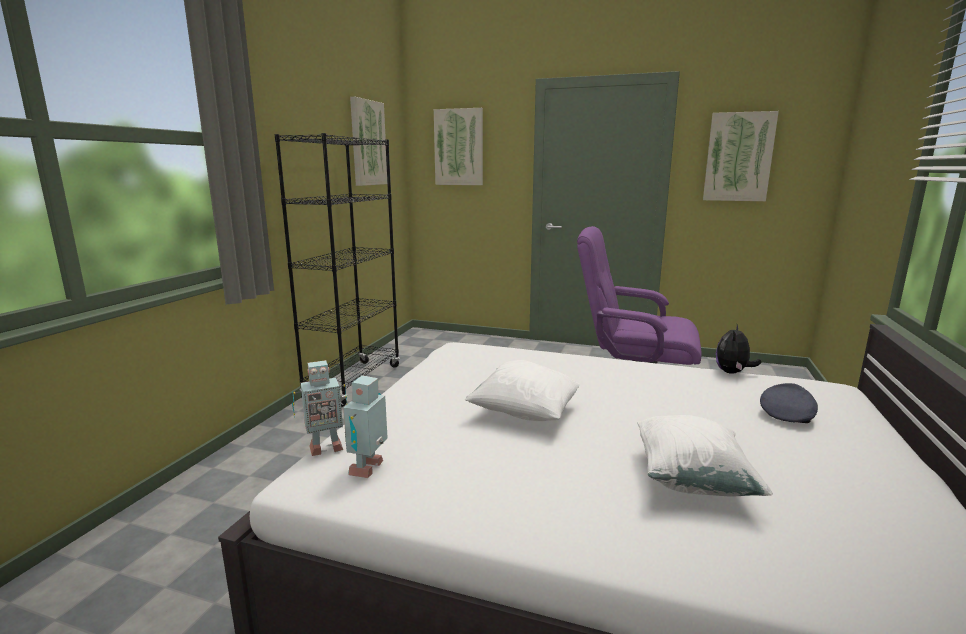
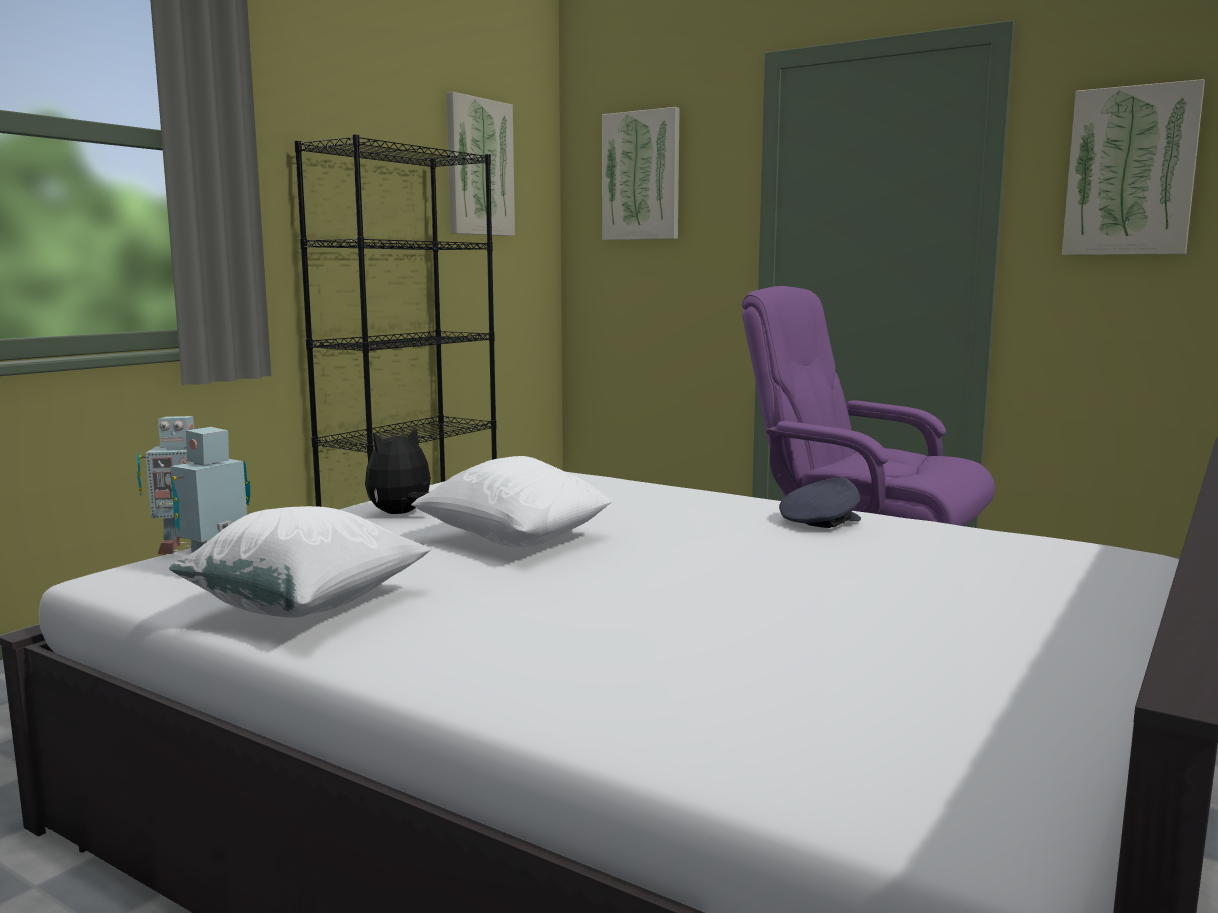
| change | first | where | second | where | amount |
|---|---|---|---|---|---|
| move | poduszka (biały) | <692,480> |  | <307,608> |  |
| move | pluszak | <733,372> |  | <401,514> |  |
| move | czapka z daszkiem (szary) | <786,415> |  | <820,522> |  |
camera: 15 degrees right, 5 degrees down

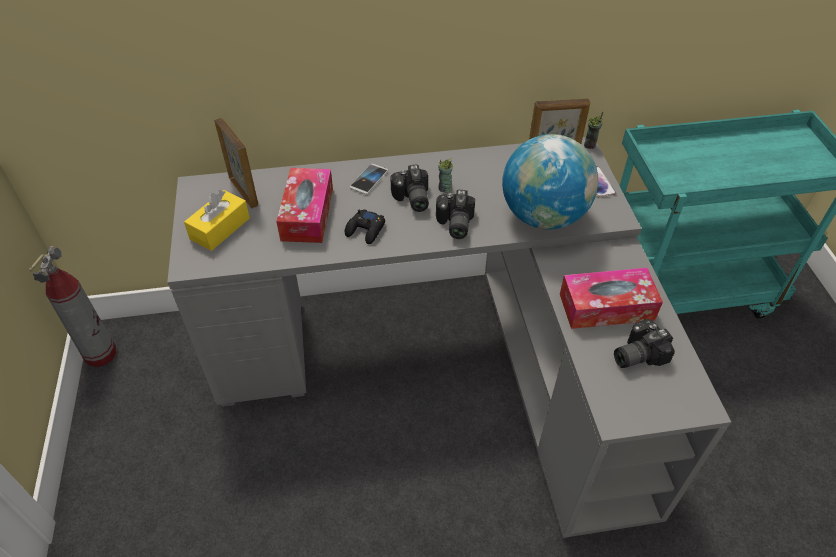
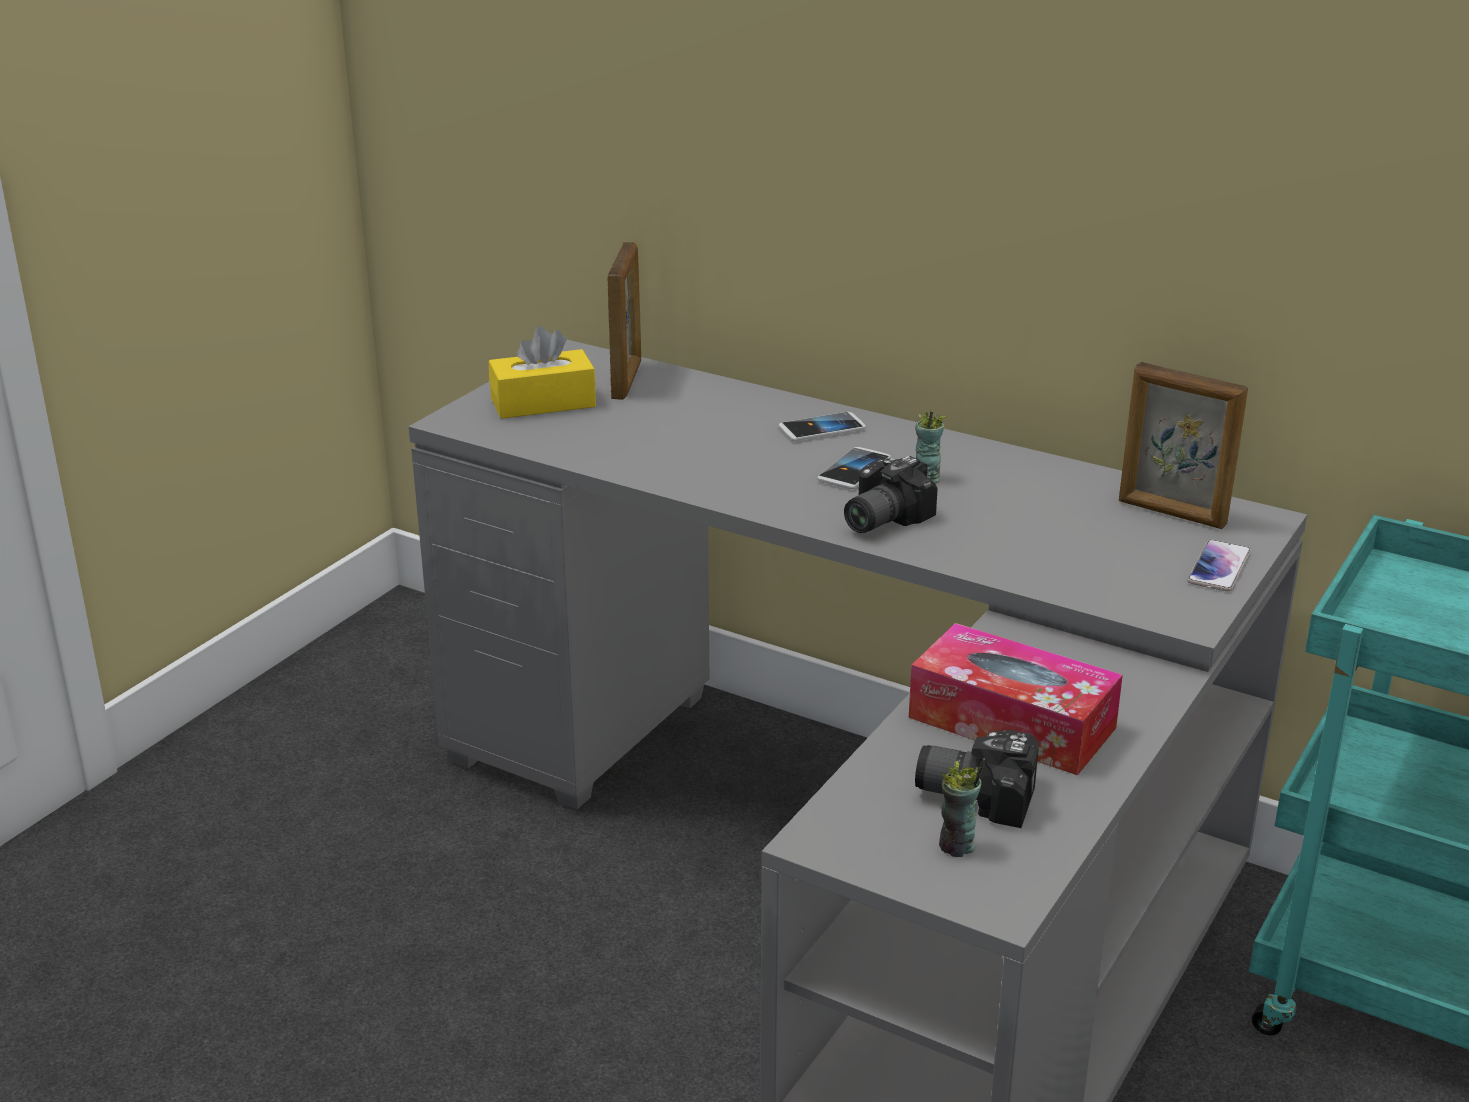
| change | first | where | second | where | amount |
|---|---|---|---|---|---|
| delete | gaśnica | <100,354> |  |  |  |
| delete | pudełko chusteczek | <307,214> |  |  |  |
| delete | pad do gier (czarny) | <365,230> |  |  |  |
| replace | aparat fotograficzny | <411,199> | telefon | <854,470> |  |
| delete | globus | <543,216> |  |  |  |
| move | filiżanka | <590,145> |  | <957,847> |  |
camera: 40 degrees right, 20 degrees down

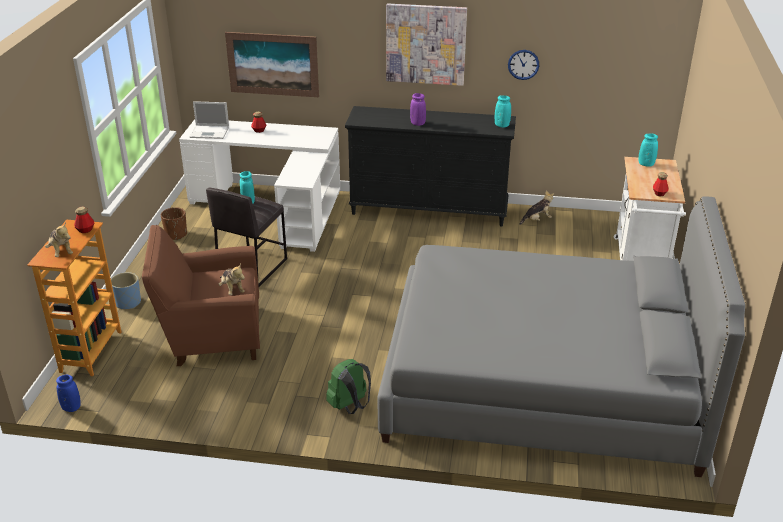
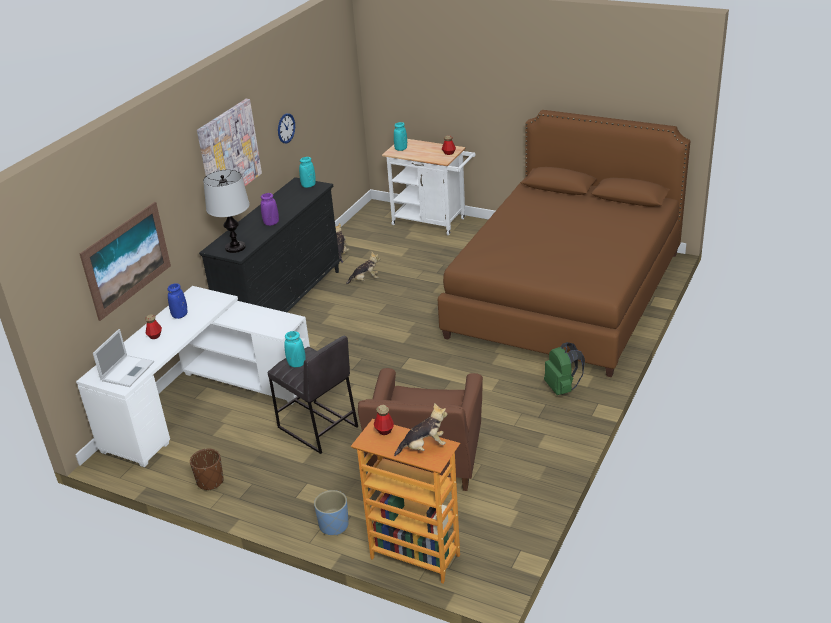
| change | first | where | second | where | amount |
|---|---|---|---|---|---|
| move | wazon (niebieski) | <71,408> |  | <180,315> |  |
| move | pluszak | <232,289> |  | <365,280> |  |
| recolor | łóżko (szary) | <541,384> | łóżko (brązowy) | <565,294> |  |
| insert |  |  | lampa stołowa | <235,247> |  |
camera: 70 degrees left, 0 degrees up

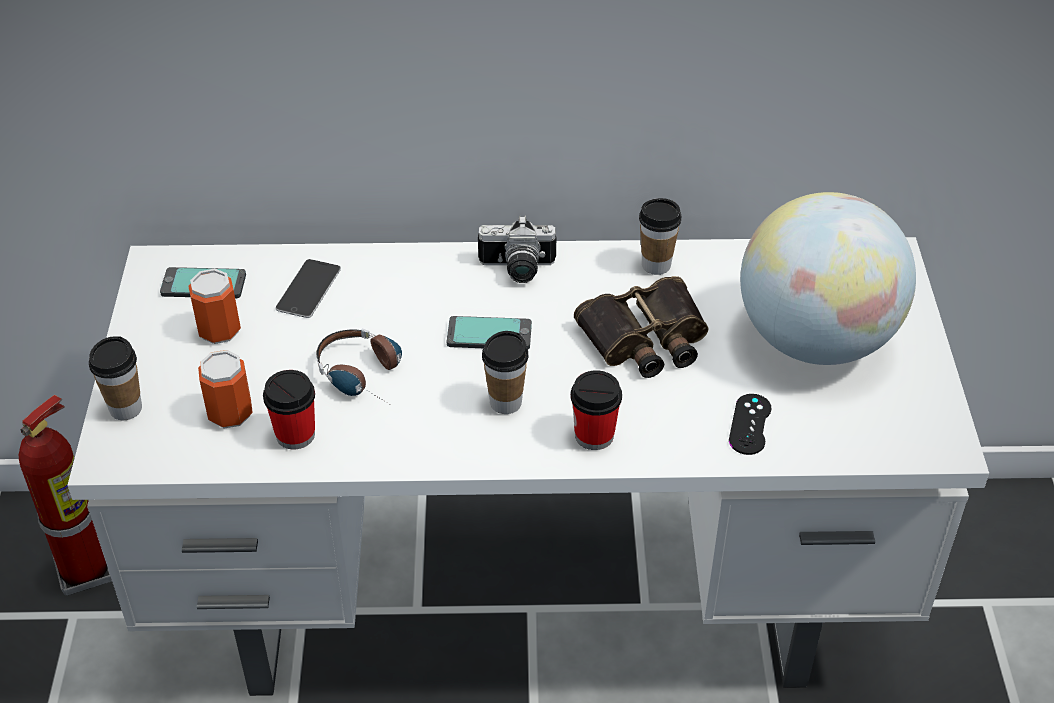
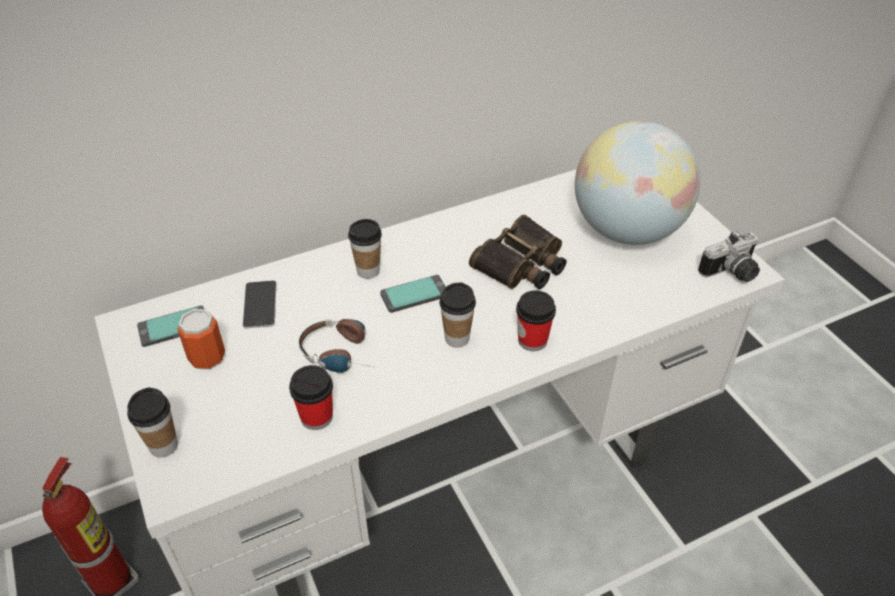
| change | first | where | second | where | amount |
|---|---|---|---|---|---|
| delete | puszka | <230,413> |  |  |  |
| move | aparat fotograficzny | <517,270> |  | <731,273> |  |
| move | filiżanka | <656,265> |  | <368,271> |  |
| delete | pad do gier (czarny) | <750,424> |  |  |  |
camera: 25 degrees left, 0 degrees up

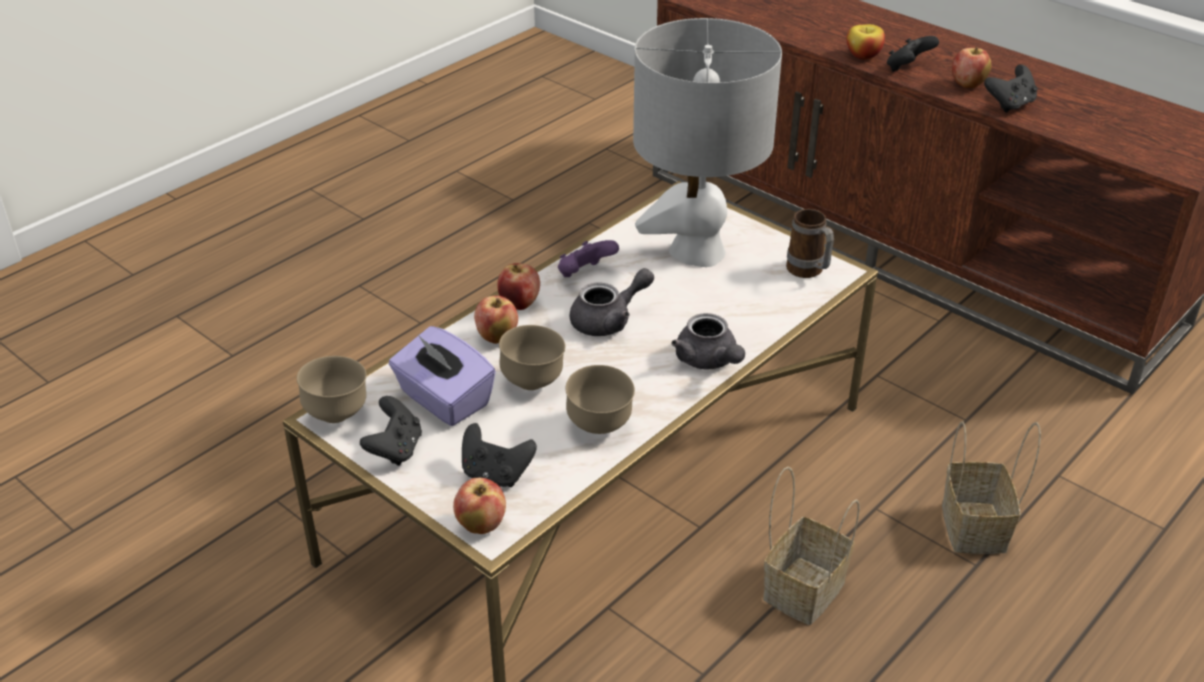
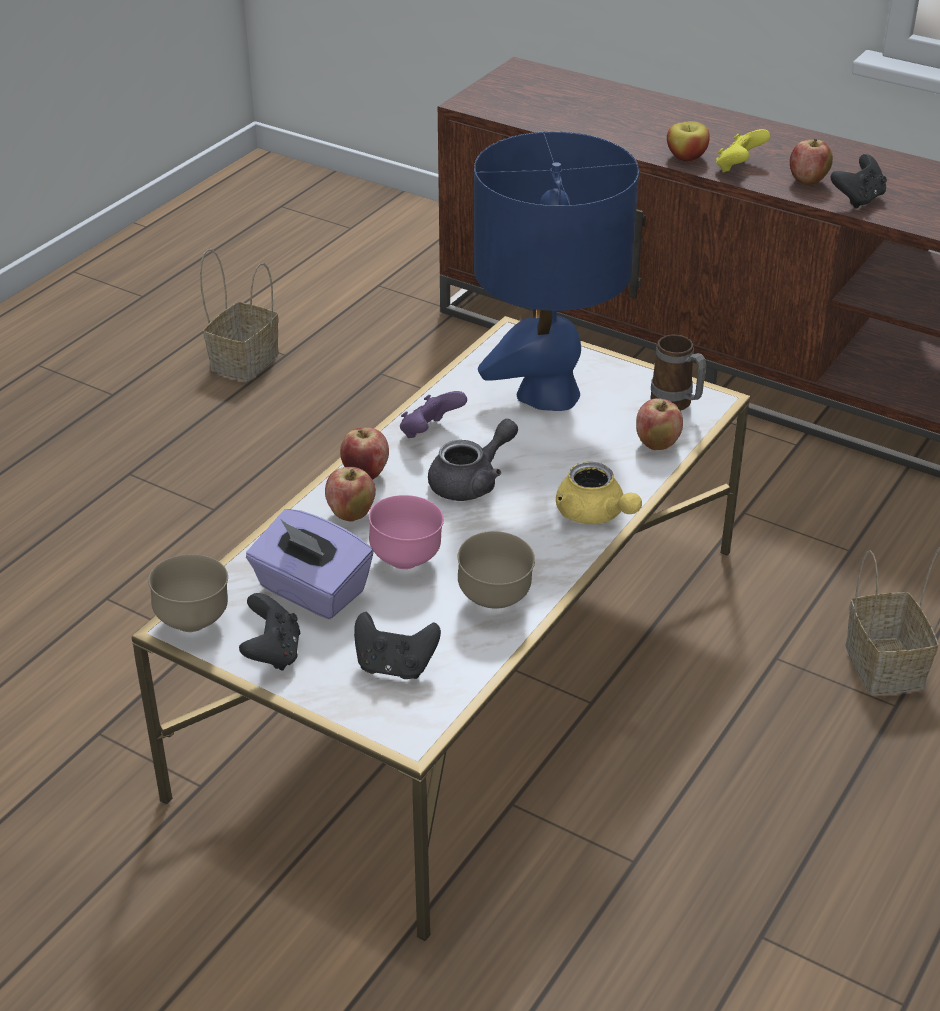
| change | first | where | second | where | amount |
|---|---|---|---|---|---|
| move | jabłko | <481,525> |  | <656,444> |  |
| recolor | miska (brązowy) | <533,382> | miska (różowy) | <407,560> |  |
| recolor | lampa stołowa (szary) | <697,252> | lampa stołowa (niebieski) | <548,394> |  |
| recolor | imbryk (szary) | <709,361> | imbryk (żółty) | <595,515> |  |
| move | koszyk | <804,588> |  | <245,360> |  |
| recolor | pad do gier (czarny) | <907,69> | pad do gier (żółty) | <738,168> |  |
camera: 10 degrees left, 0 degrees up

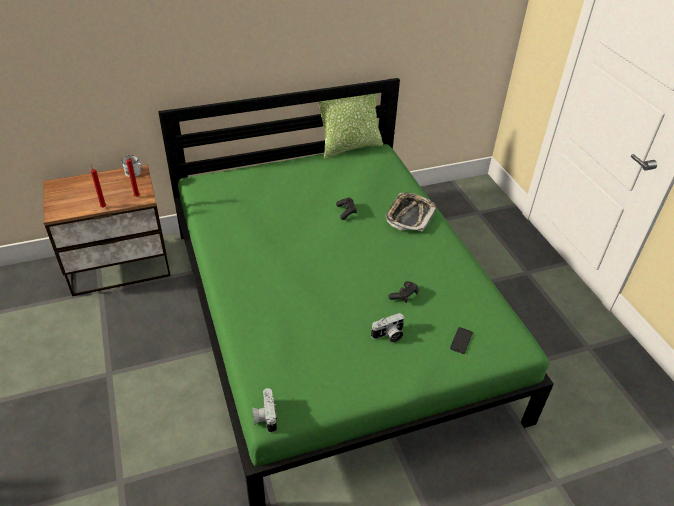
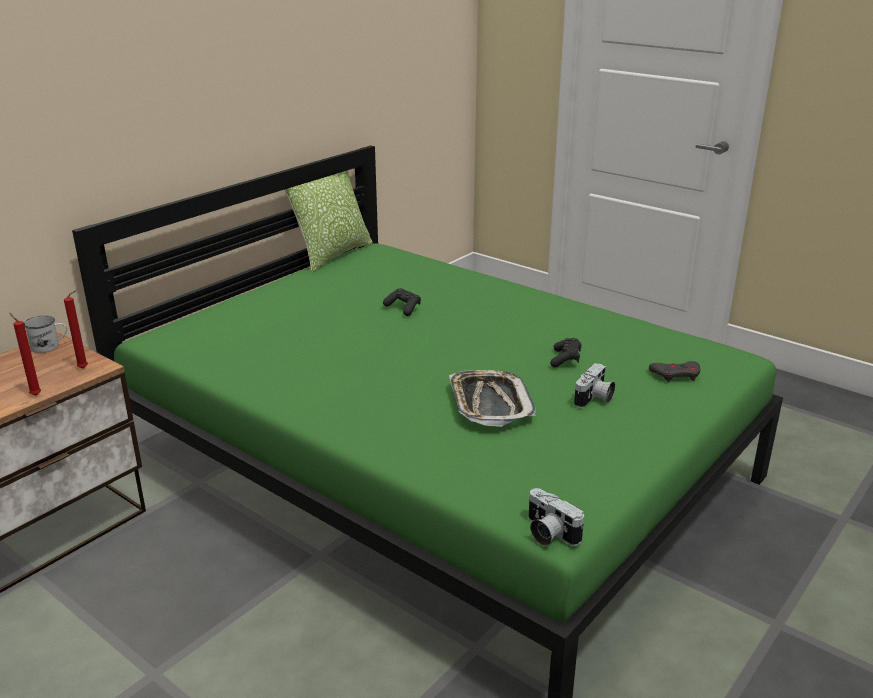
| change | first | where | second | where | amount |
|---|---|---|---|---|---|
| move | taca | <410,215> |  | <489,403> |  |
| replace | telefon | <461,340> | pad do gier (szary) | <676,375> |  |
camera: 30 degrees left, 15 degrees down

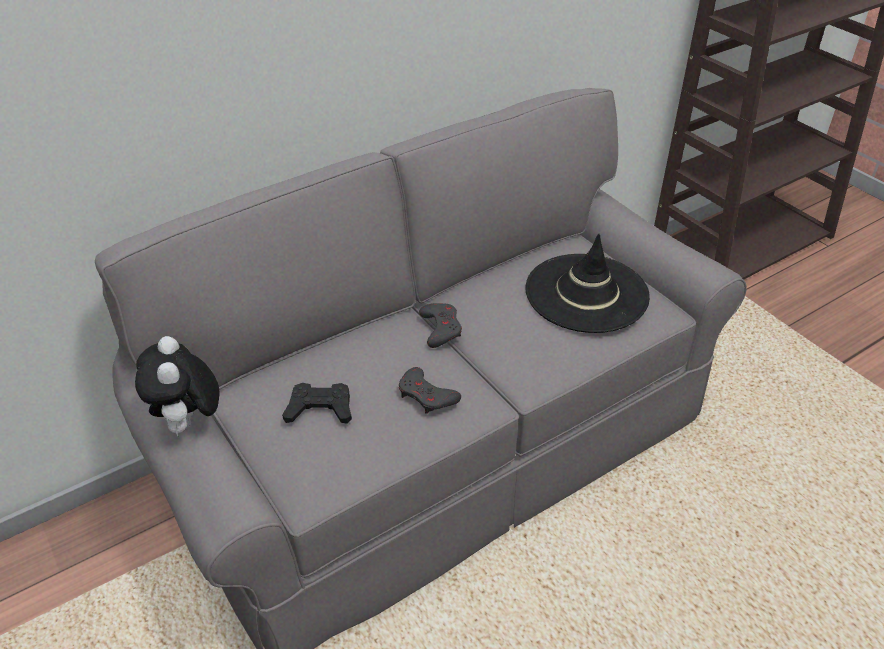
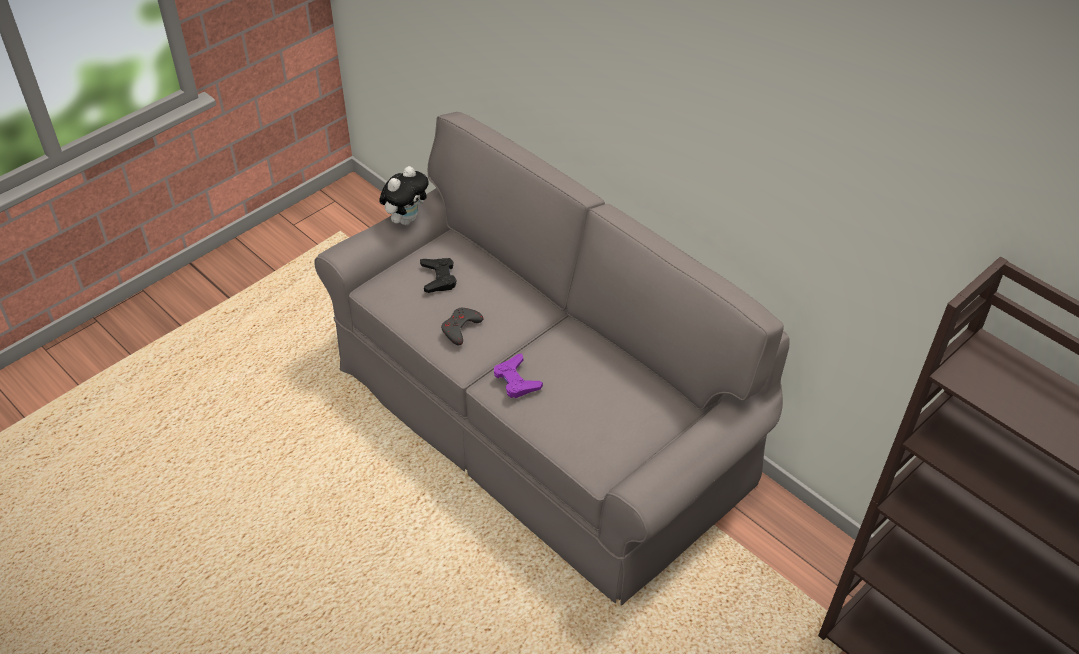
| change | first | where | second | where | amount |
|---|---|---|---|---|---|
| rotate | pluszak | <188,424> |  | <406,219> | 150 degrees clockwise |
| delete | pad do gier (szary) | <440,328> |  |  |  |
| delete | kapelusz (czarny) | <586,293> |  |  |  |
| insert |  |  | pad do gier (fioletowy) | <516,380> |  |
camera: 80 degrees right, 5 degrees up

